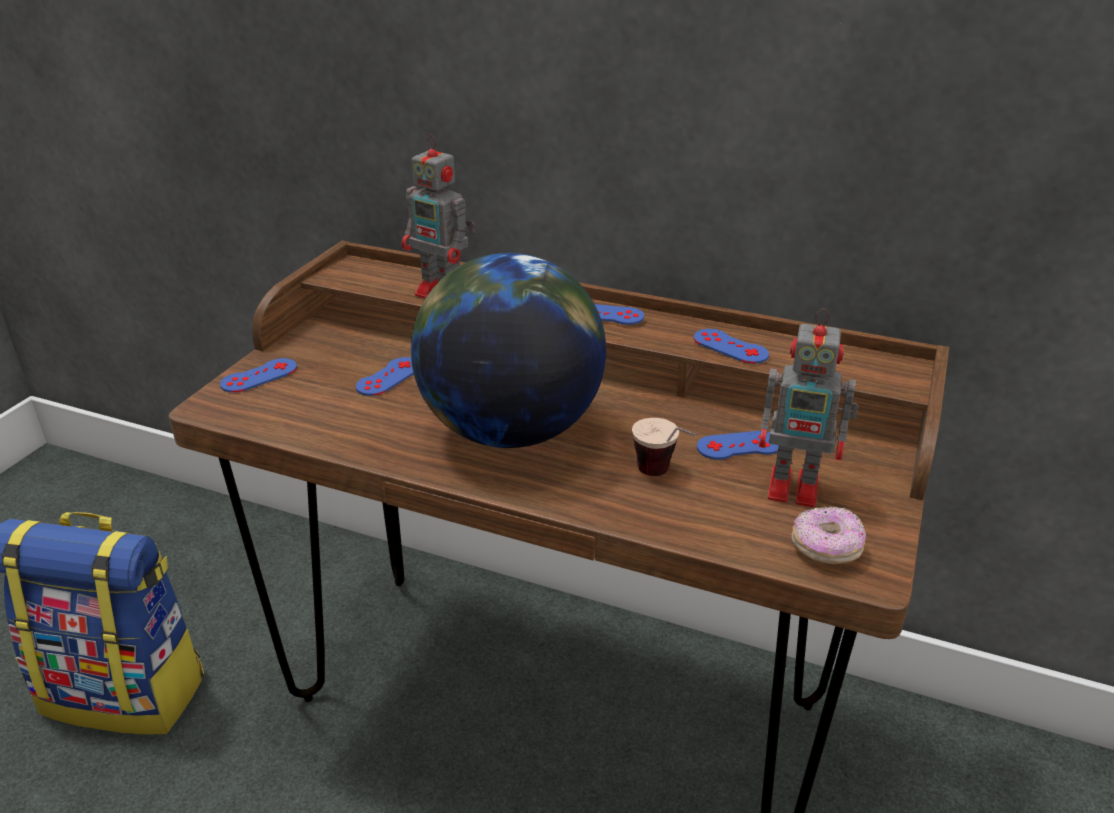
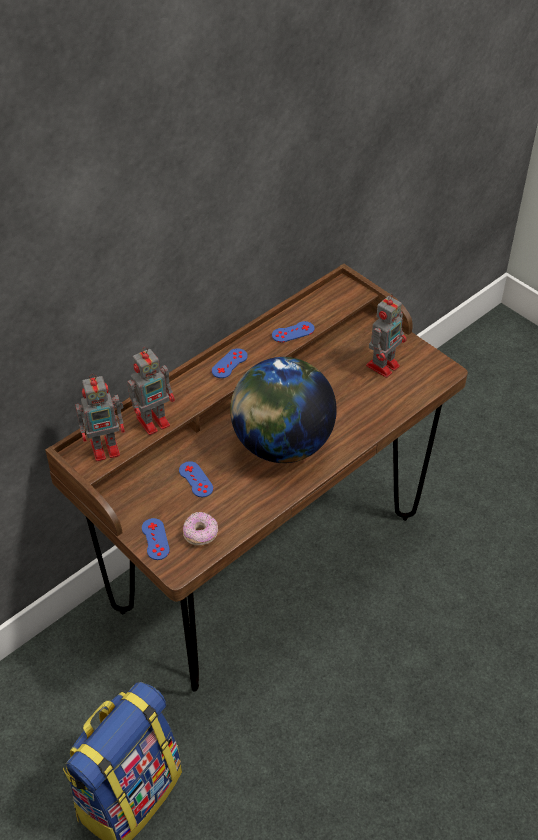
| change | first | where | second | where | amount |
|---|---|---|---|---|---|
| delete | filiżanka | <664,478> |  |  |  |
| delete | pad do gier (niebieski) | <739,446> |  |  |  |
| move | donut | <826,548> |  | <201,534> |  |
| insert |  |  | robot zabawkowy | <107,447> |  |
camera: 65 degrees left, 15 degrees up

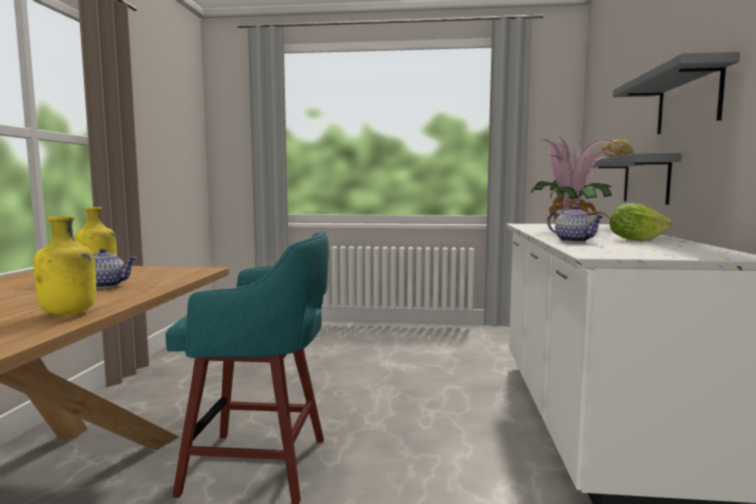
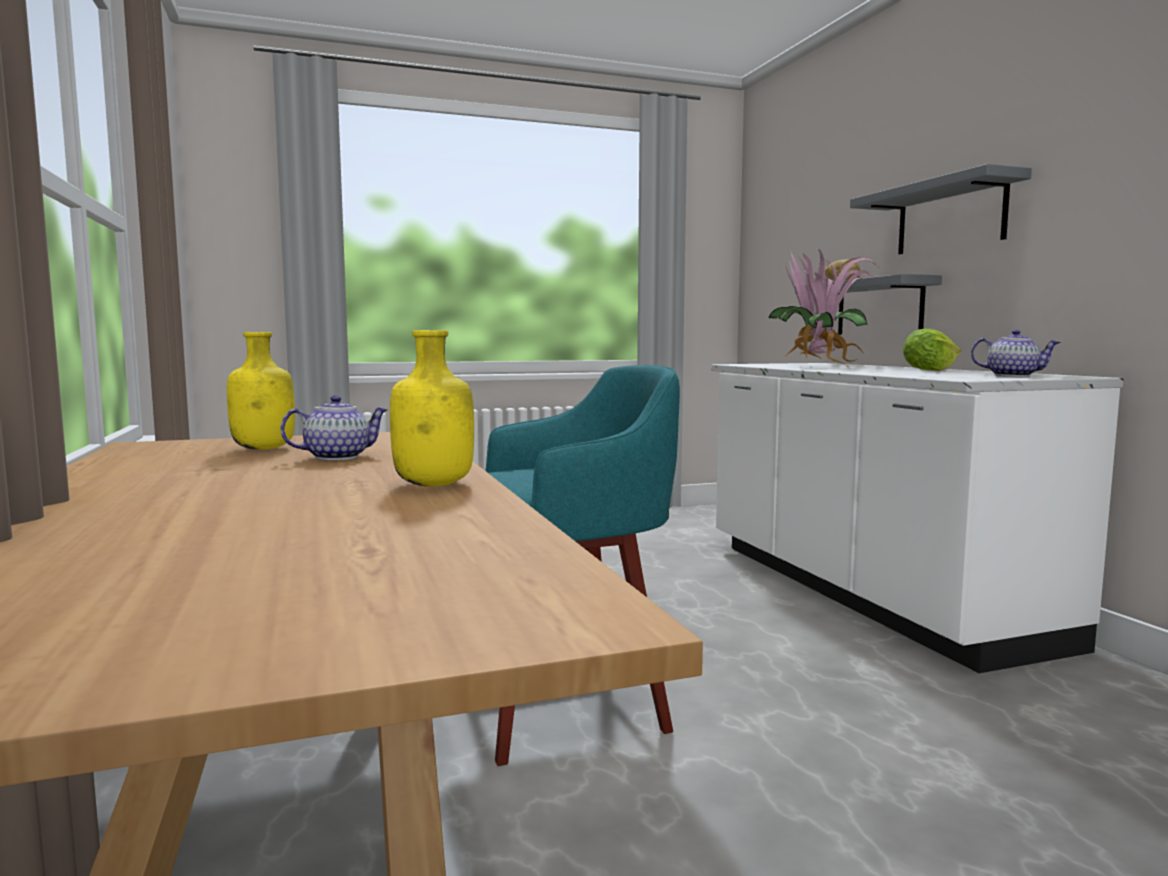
| change | first | where | second | where | amount |
|---|---|---|---|---|---|
| move | imbryk | <574,241> |  | <1013,376> |  |
camera: 25 degrees left, 0 degrees up

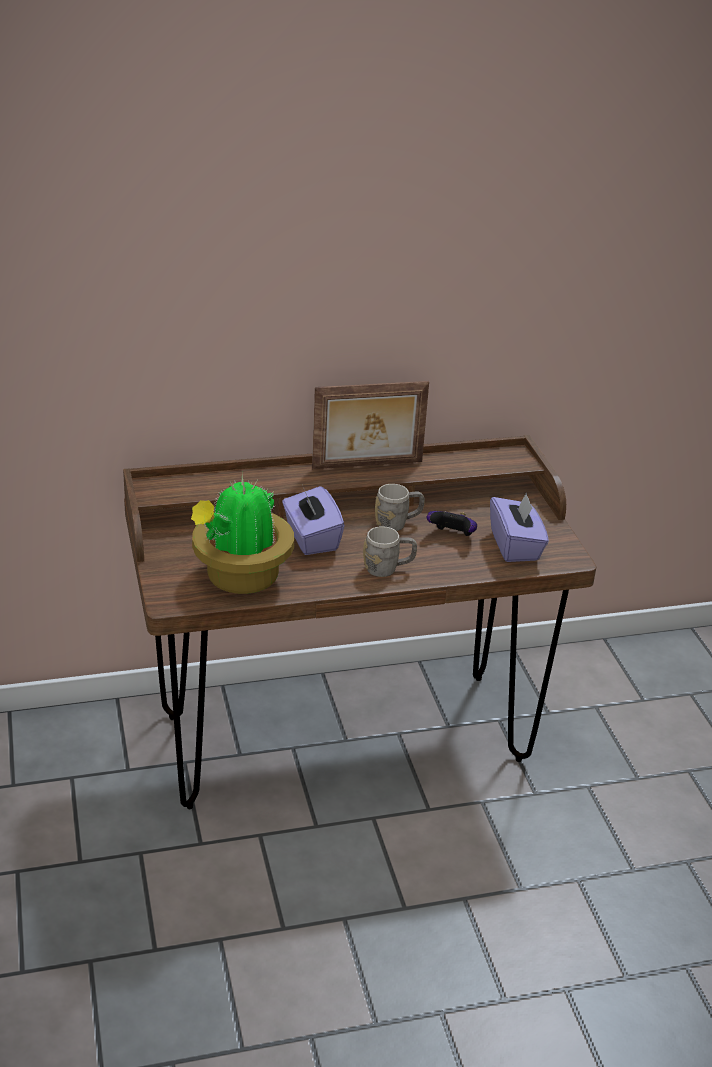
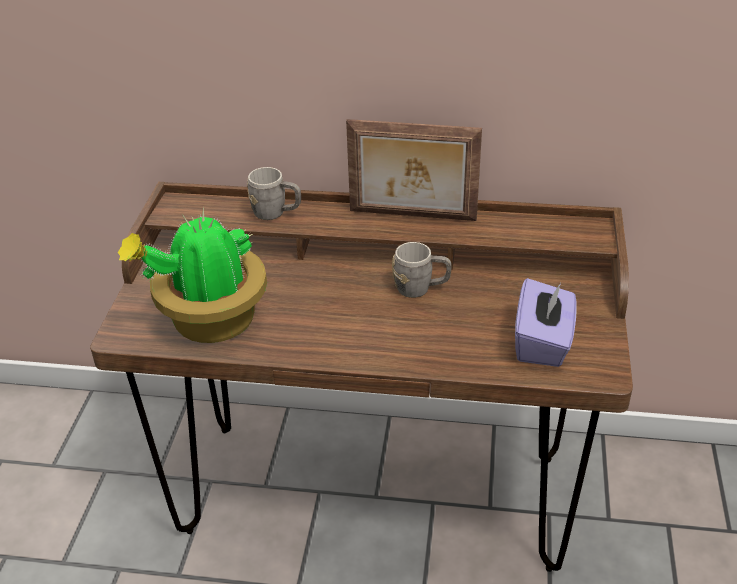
| change | first | where | second | where | amount |
|---|---|---|---|---|---|
| delete | pudełko chusteczek (fioletowy) | <311,538> |  |  |  |
| move | kubek (szary) | <388,569> |  | <276,213> |  |
| delete | pad do gier | <452,536> |  |  |  |
camera: 25 degrees right, 5 degrees up

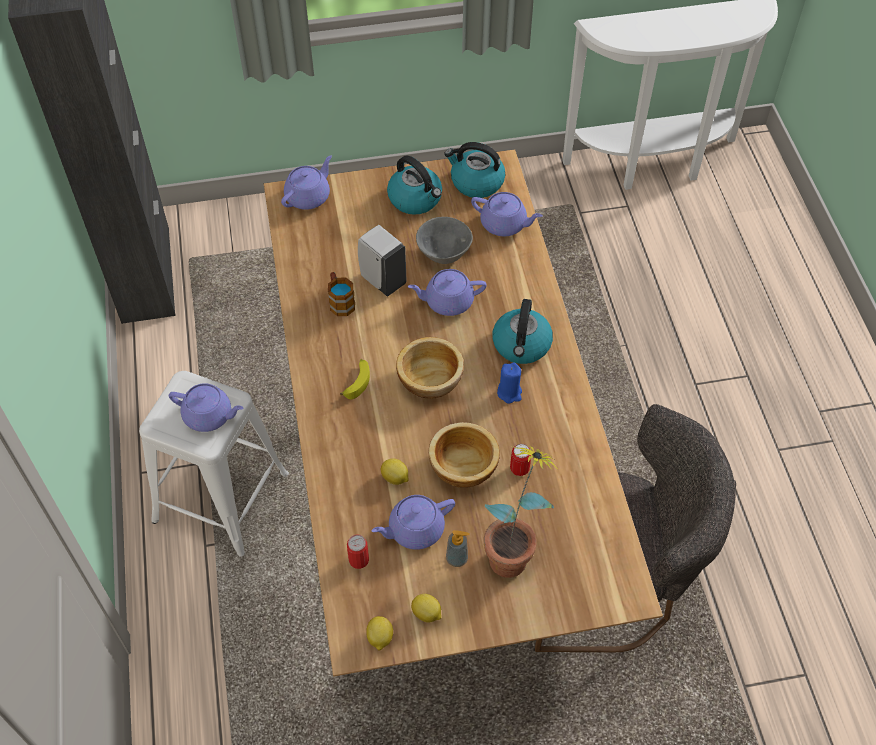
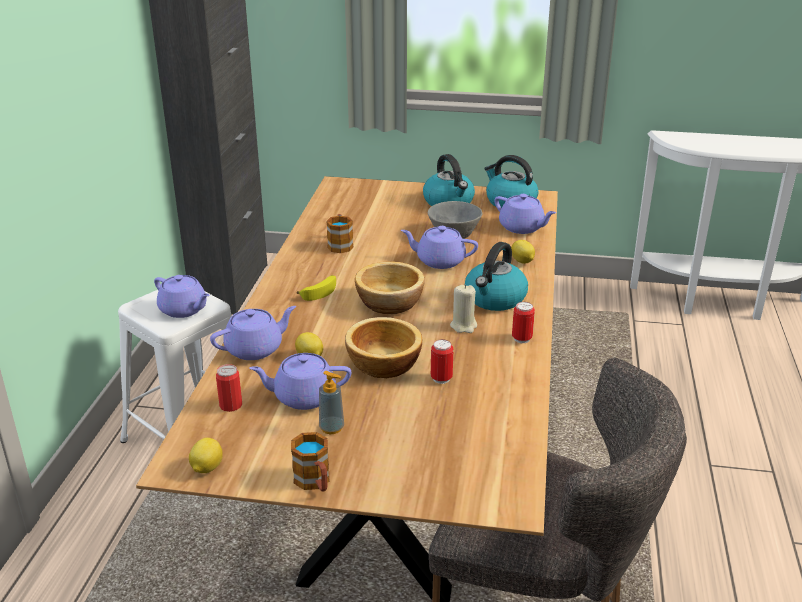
| change | first | where | second | where | amount |
|---|---|---|---|---|---|
| move | imbryk (fioletowy) | <308,196> |  | <255,349> |  |
| delete | dozownik mydła (biały) | <382,280> |  |  |  |
| move | cytryna | <427,614> |  | <522,261> |  |
| delete | roślina doniczkowa | <514,551> |  |  |  |
| recolor | świeca (niebieski) | <509,392> | świeca (beżowy) | <463,326> |  |
| insert |  |  | kubek | <314,482> |  |
| insert |  |  | puszka | <521,339> |  |
camera: 20 degrees right, 25 degrees down

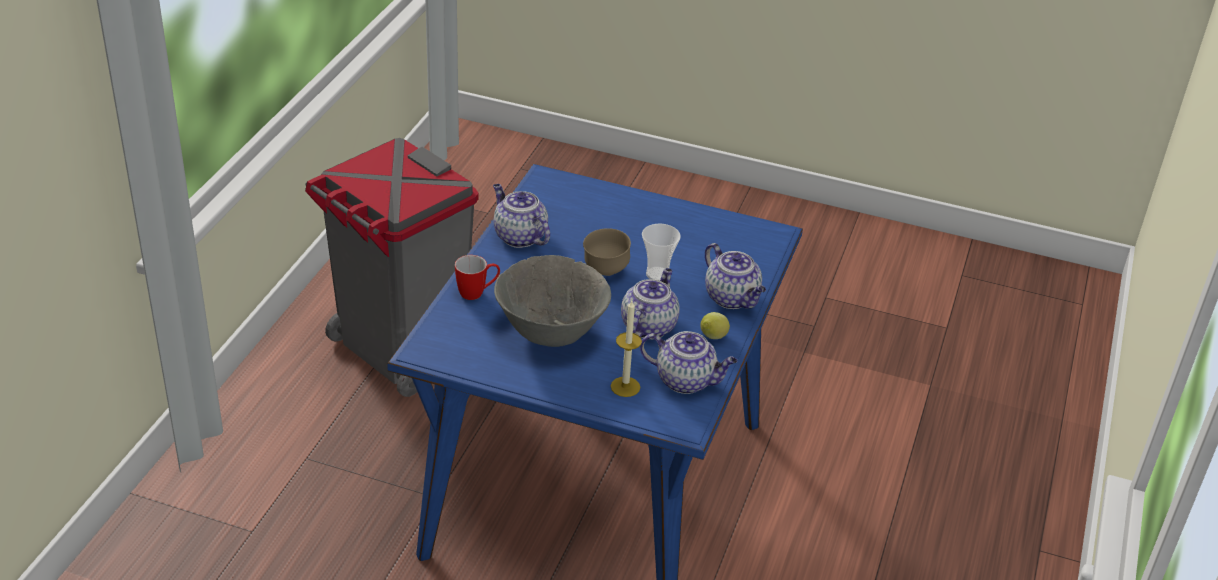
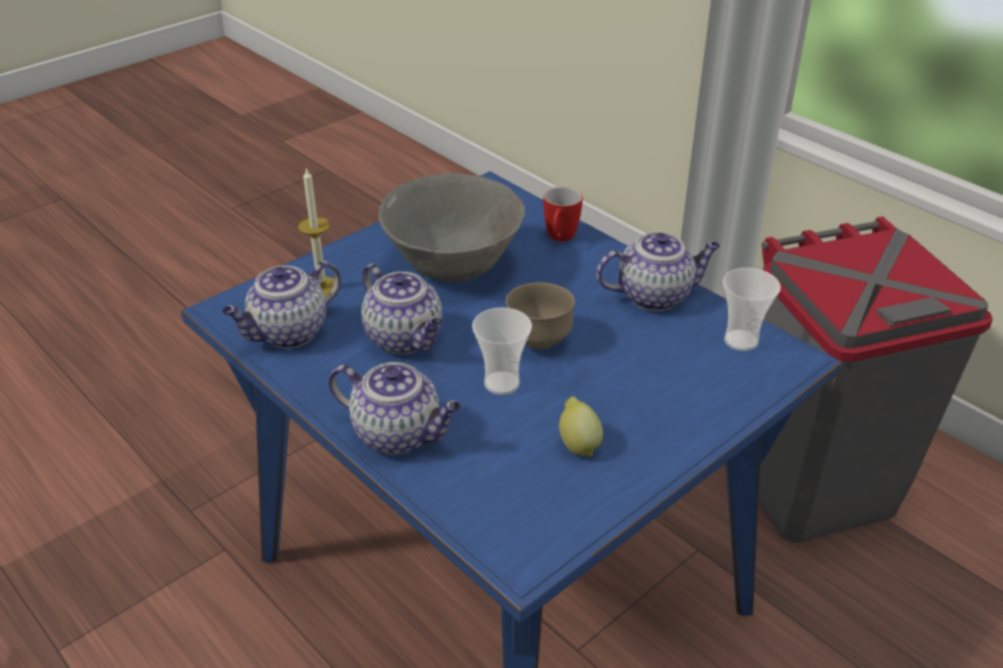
| change | first | where | second | where | amount |
|---|---|---|---|---|---|
| move | cytryna | <712,338> |  | <578,444> |  |
| rotate | imbryk | <733,298> |  | <399,434> | 150 degrees counterclockwise |
| insert |  |  | filiżanka | <741,340> |  |
camera: 120 degrees right, 0 degrees up

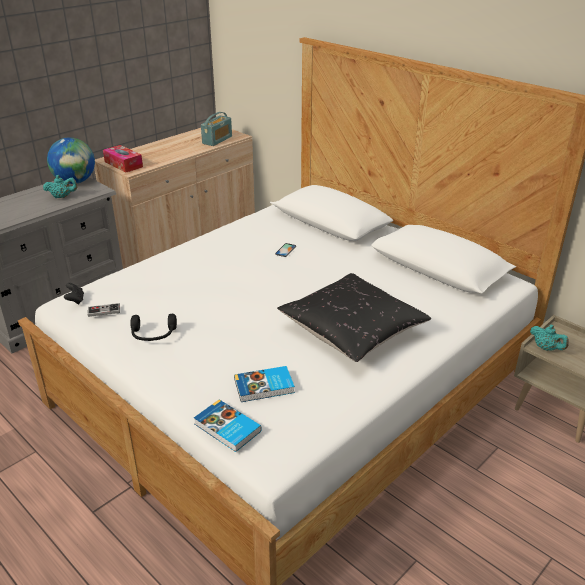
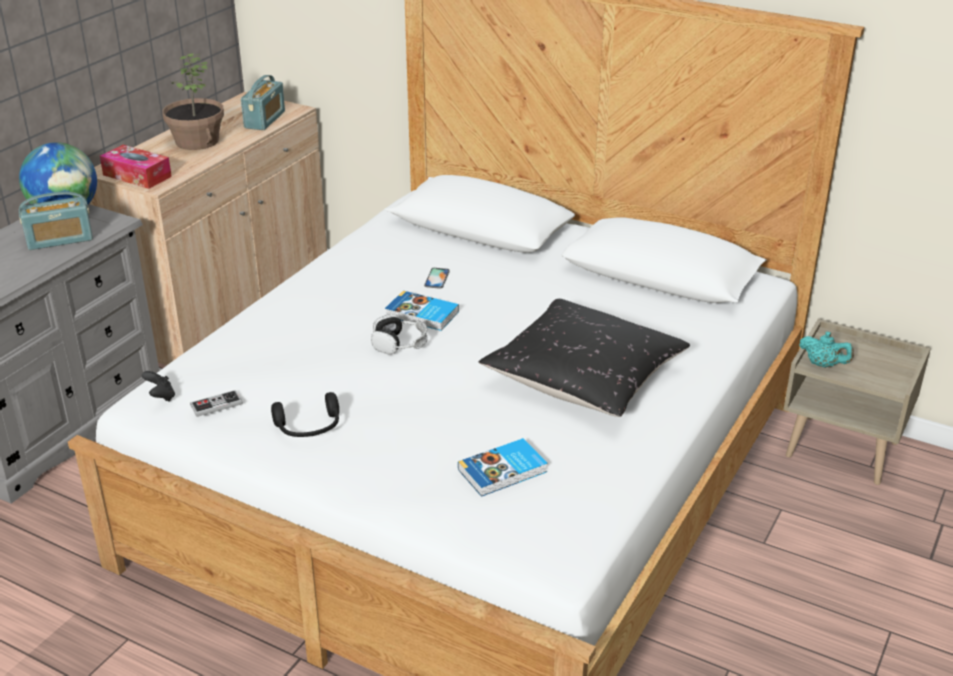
| change | first | where | second | where | amount |
|---|---|---|---|---|---|
| replace | imbryk (turkusowy) | <62,197> | radio | <60,240> |  |
| move | książka | <227,428> |  | <422,314> |  |
| insert |  |  | roślina doniczkowa | <196,141> |  |
| insert |  |  | słuchawki | <400,344> |  |
camera: 15 degrees left, 0 degrees up

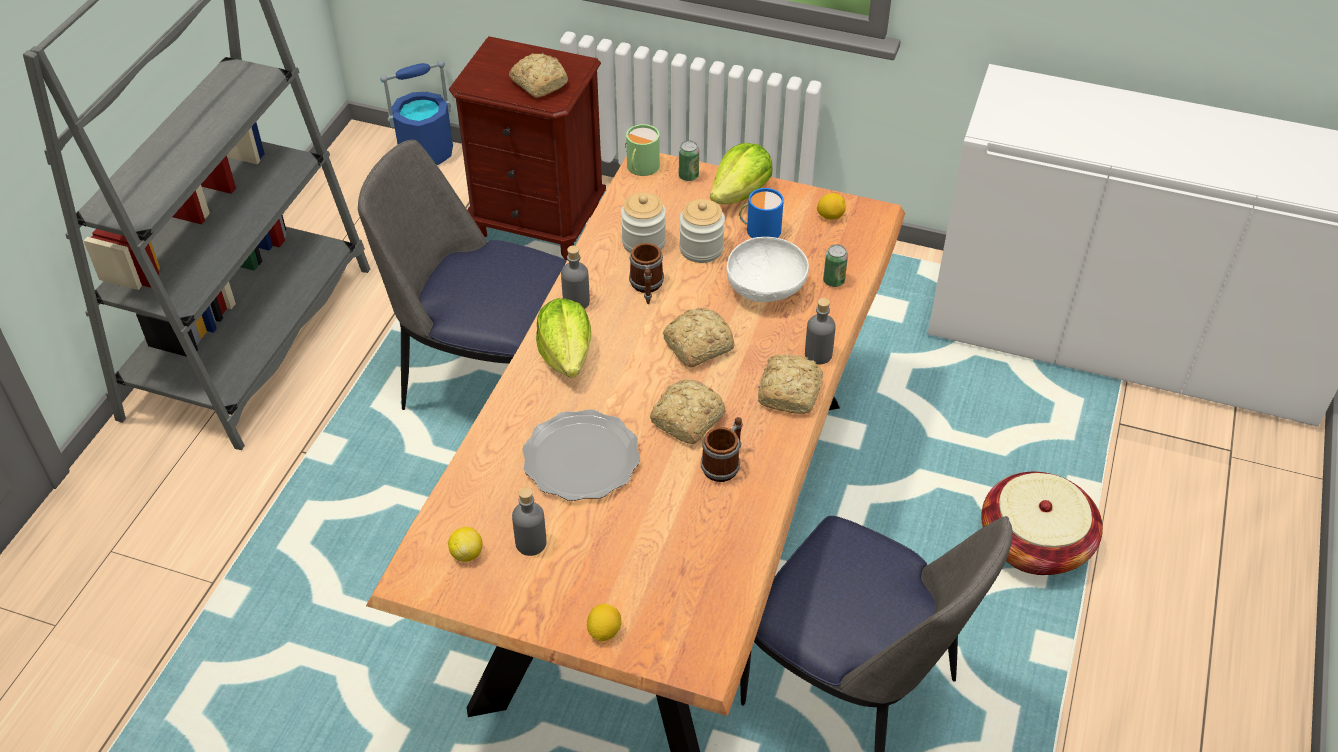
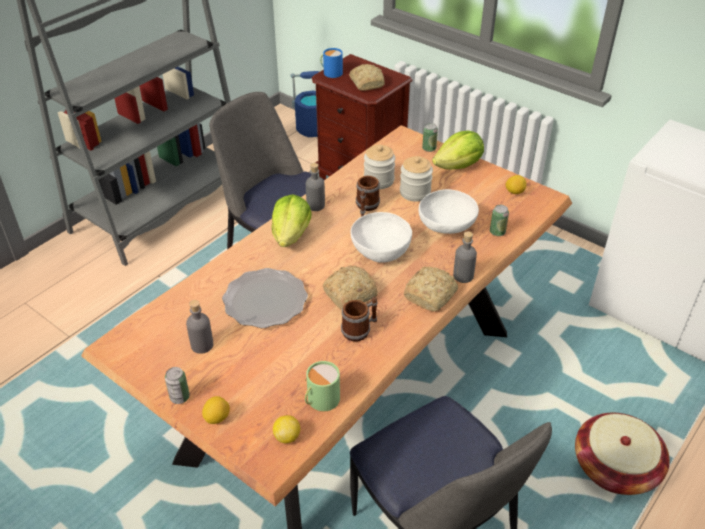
| change | first | where | second | where | amount |
|---|---|---|---|---|---|
| move | cytryna | <467,553> |  | <287,436> |  |
| move | kubek (zielony) | <641,167> |  | <320,400> |  |
| replace | chleb | <696,346> | miska (biały) | <380,250> |  |
| move | kubek (niebieski) | <759,229> |  | <331,72> |  |
| insert |  |  | puszka | <179,397> |  |
camera: 20 degrees right, 5 degrees down

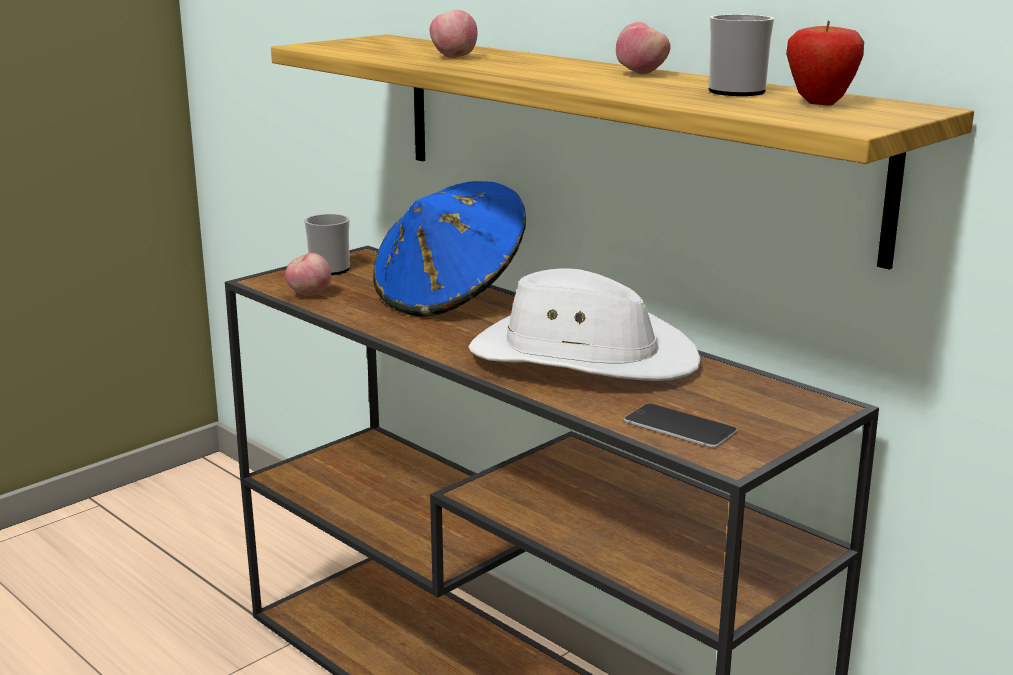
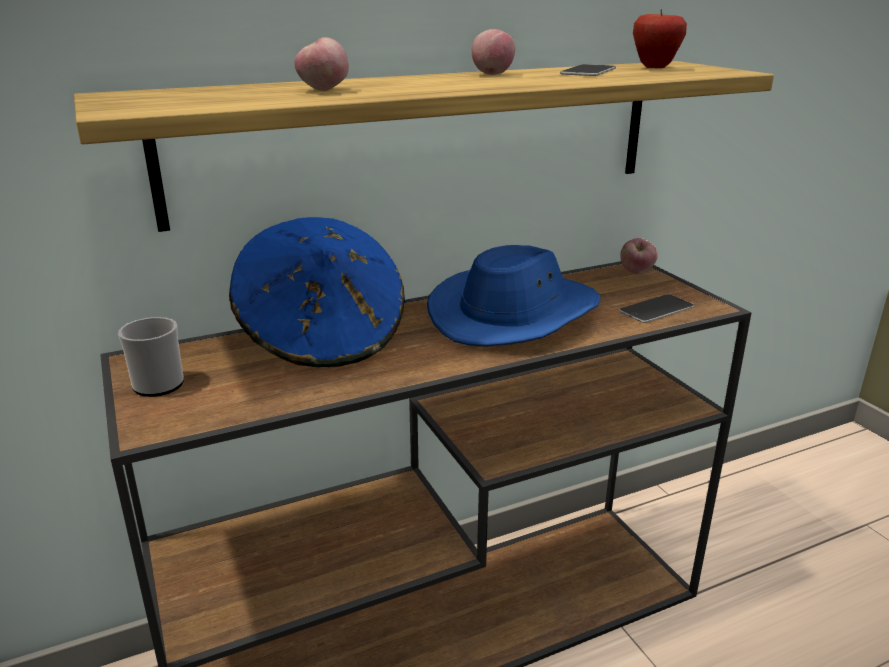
| change | first | where | second | where | amount |
|---|---|---|---|---|---|
| move | jabłko | <309,295> |  | <636,273> |  |
| recolor | kapelusz (biały) | <581,357> | kapelusz (niebieski) | <515,314> |  |
| replace | kubek | <736,90> | telefon | <588,71> |  |
camera: 70 degrees left, 5 degrees up

